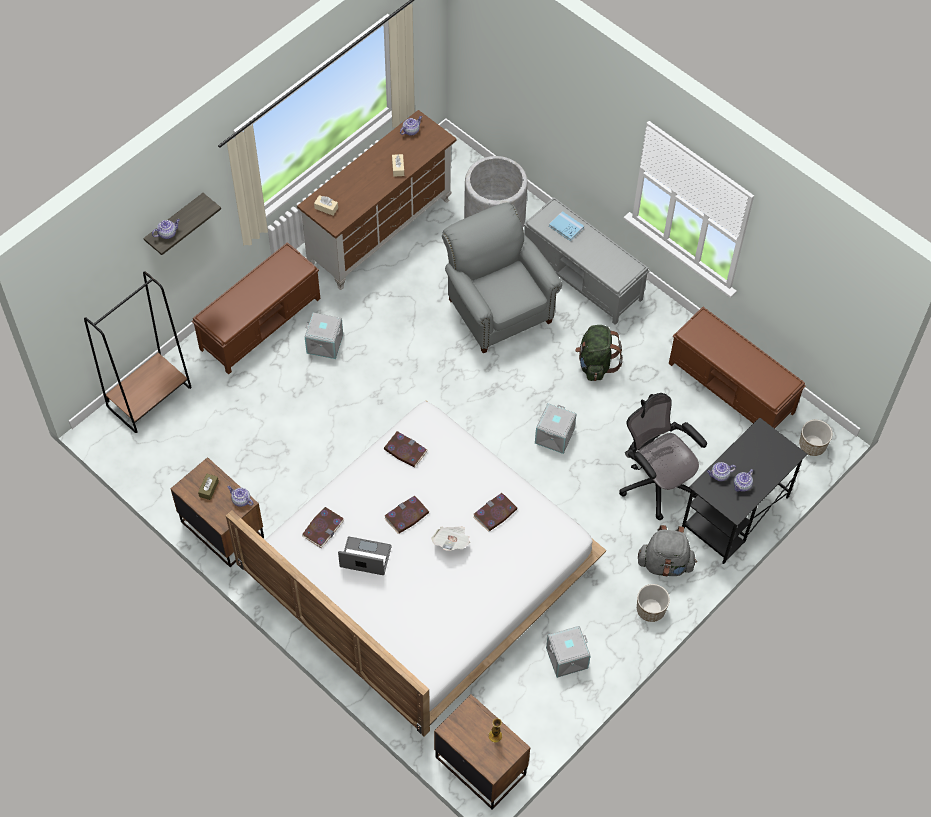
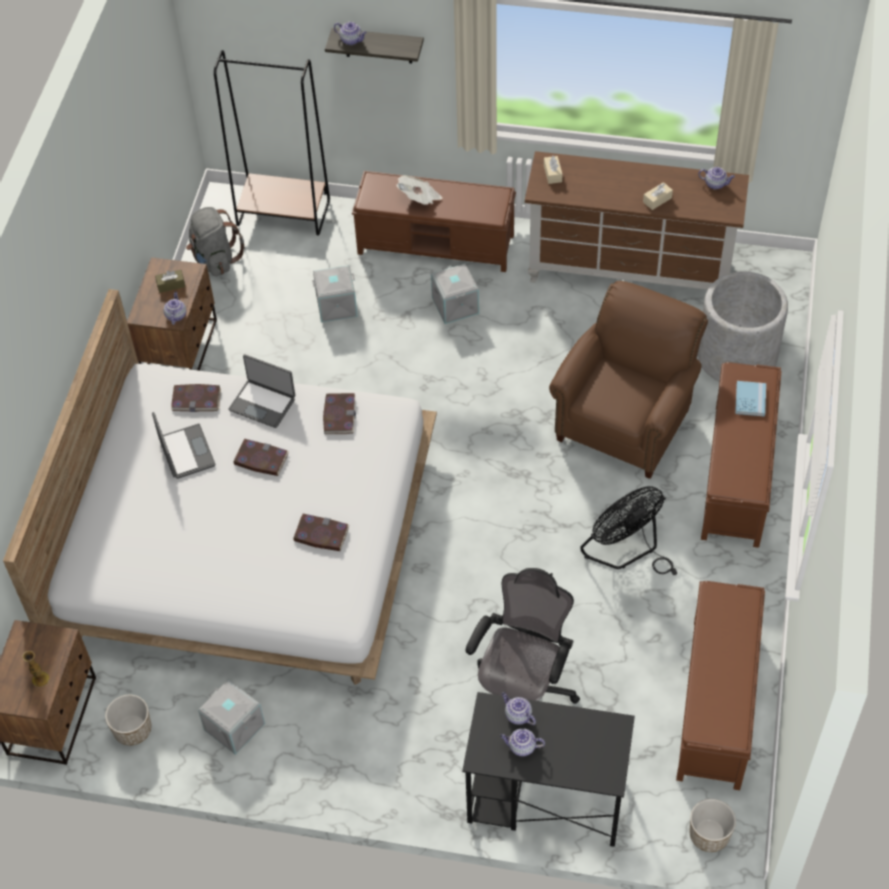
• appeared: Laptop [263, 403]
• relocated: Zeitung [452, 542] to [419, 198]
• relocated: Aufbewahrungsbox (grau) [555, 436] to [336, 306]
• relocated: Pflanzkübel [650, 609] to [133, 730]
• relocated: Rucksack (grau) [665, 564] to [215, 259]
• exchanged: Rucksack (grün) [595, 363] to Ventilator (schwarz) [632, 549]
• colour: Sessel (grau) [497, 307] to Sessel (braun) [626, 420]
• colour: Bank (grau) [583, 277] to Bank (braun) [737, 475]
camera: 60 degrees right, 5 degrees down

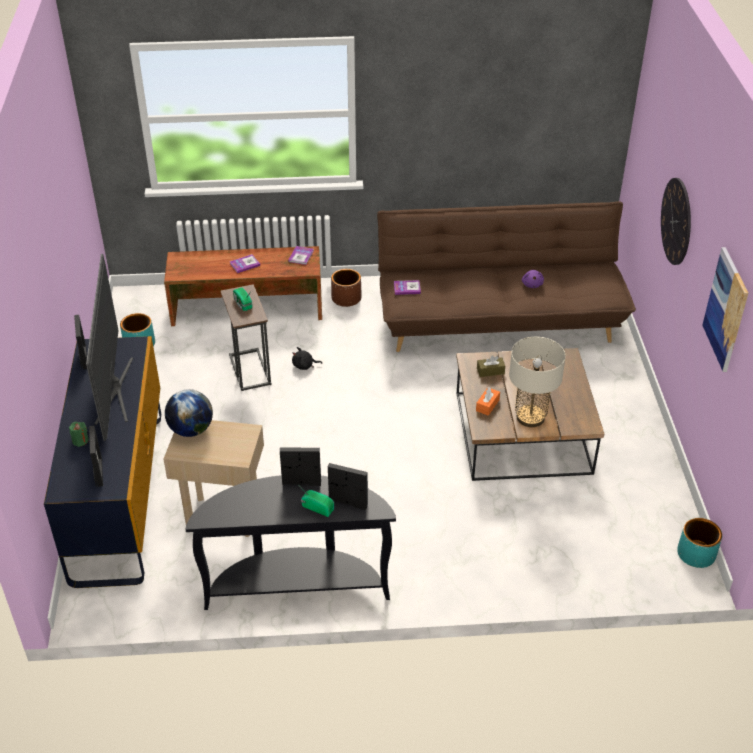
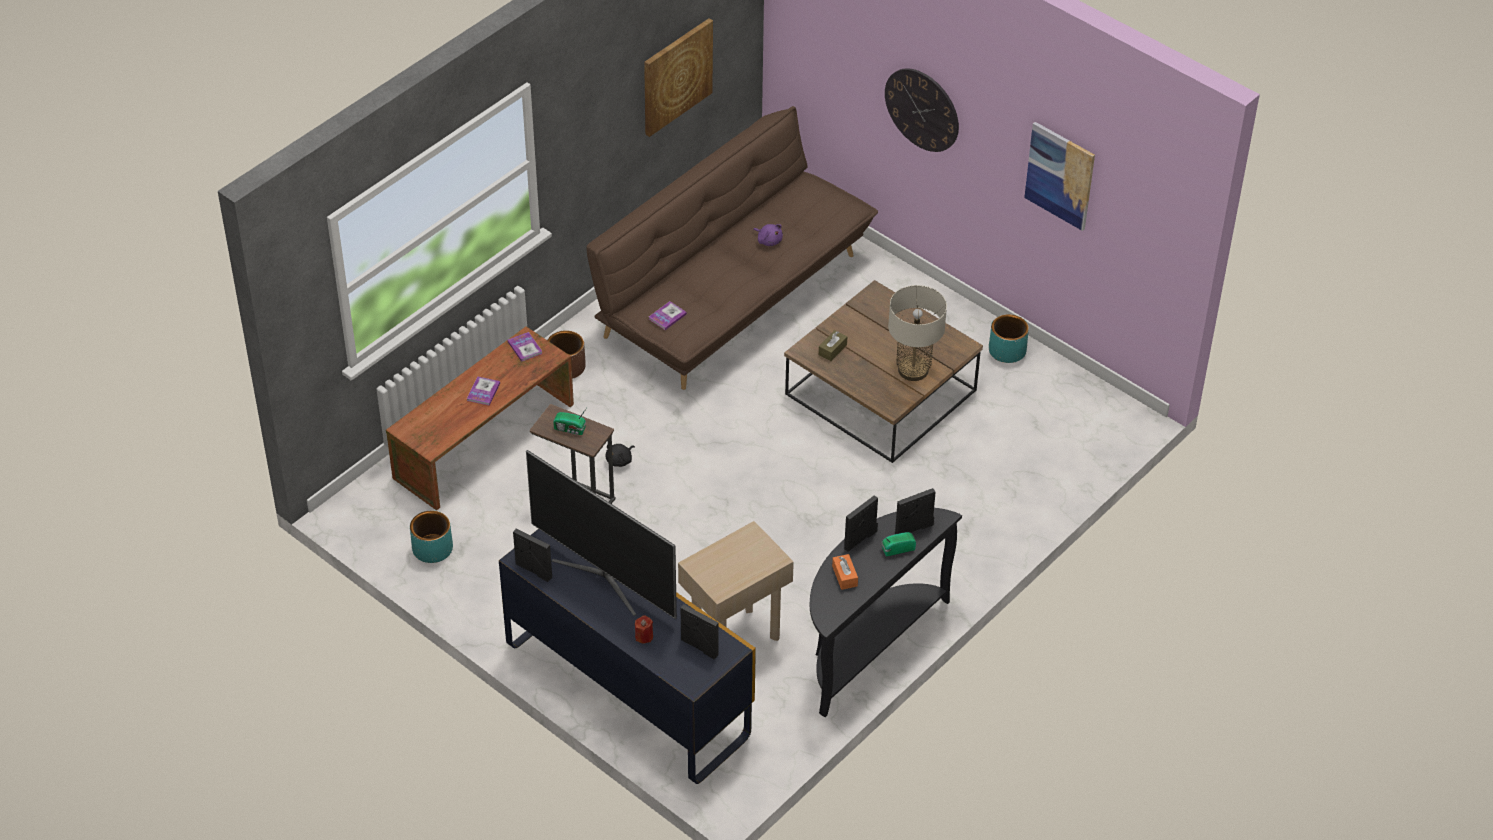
• missing: Globus [191, 430]
• appeared: Bild [676, 76]
• relocated: Taschentuchbox (orange) [487, 405] to [844, 576]
• relocated: Pflanzkübel (türkis) [696, 554] to [1007, 351]
• colour: Kerze (grün) [80, 441] to Kerze (rot) [644, 636]
camera: 45 degrees left, 5 degrees up

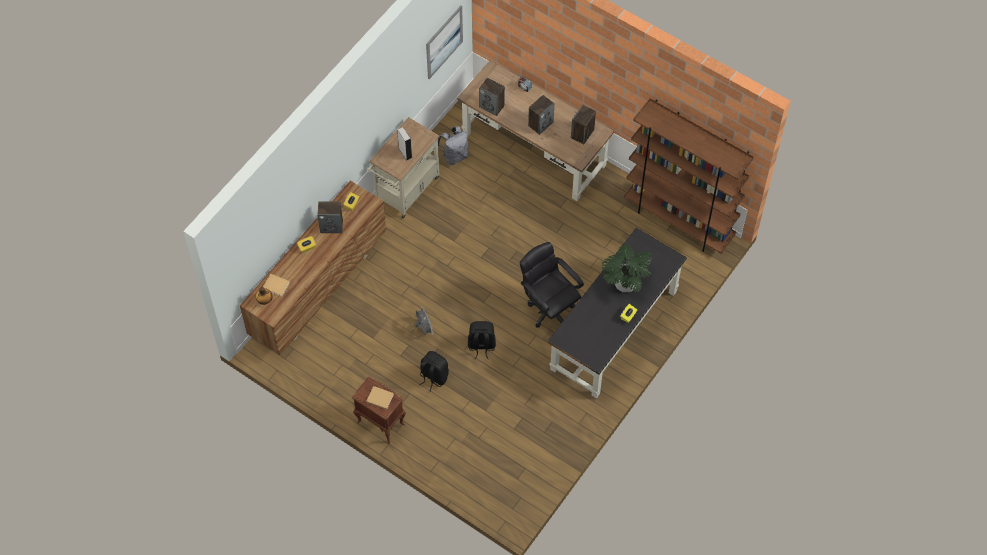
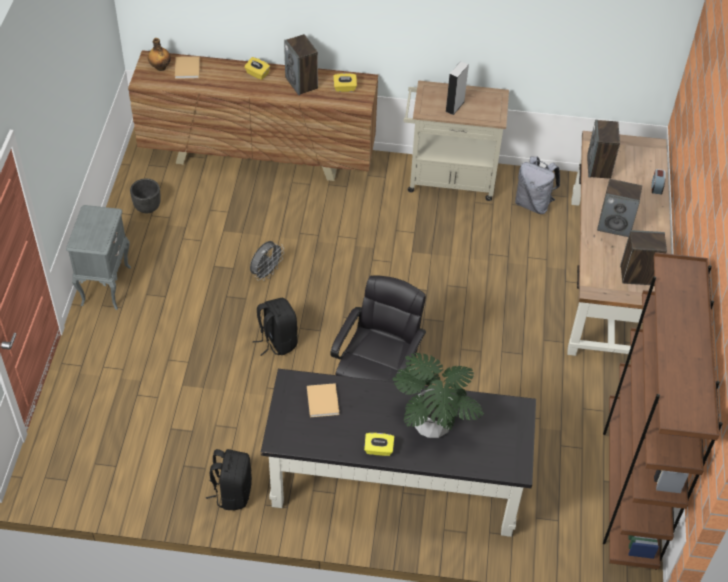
• missing: Bild [444, 42]
• appeared: Pflanzkübel (schwarz) [147, 207]
• relocated: Buch (beige) [379, 398] to [322, 400]
• relocated: Rucksack (schwarz) [433, 377] to [232, 492]
• colour: Nachttisch (braun) [380, 423] to Nachttisch (grau) [106, 285]
camera: 60 degrees right, 10 degrees down

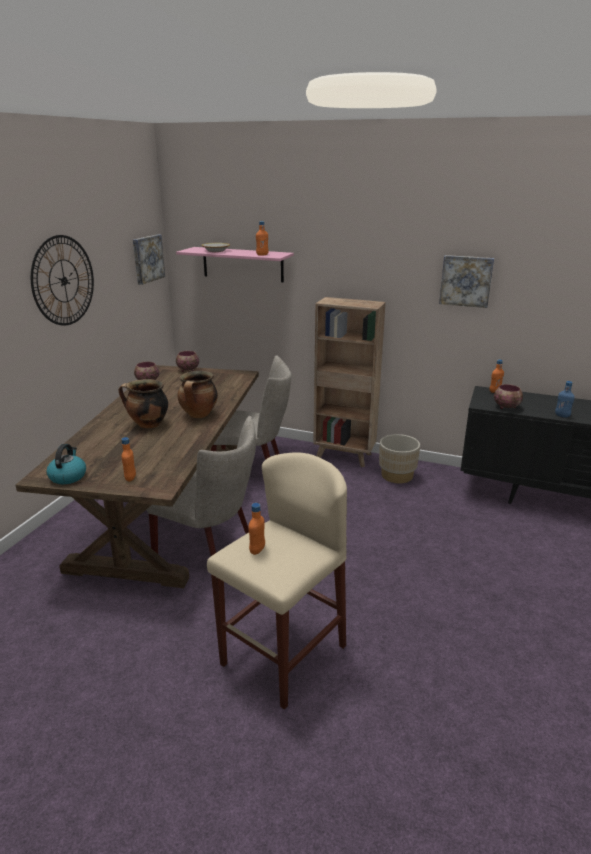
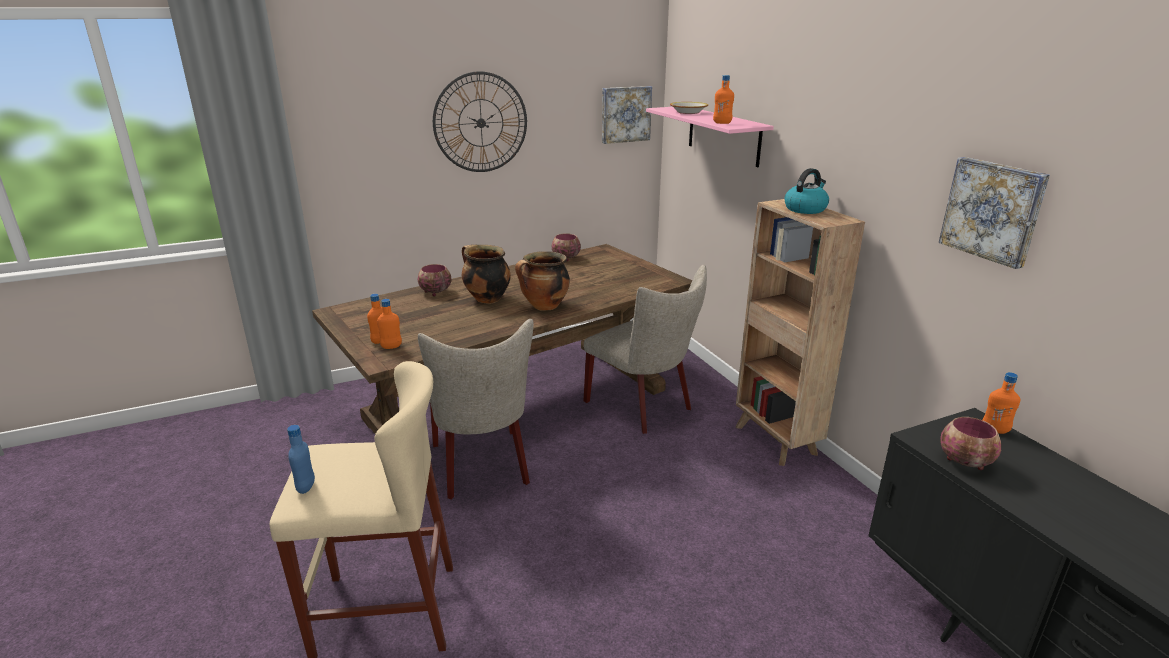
• missing: Pflanzkübel (beige) [397, 475]
• relocated: Wasserkessel [68, 476] to [805, 209]
• relocated: Schüssel [187, 370] to [434, 292]
• relocated: Flasche (orange) [257, 550] to [391, 347]
• relocated: Flasche (blau) [562, 416] to [306, 487]
camera: 45 degrees right, 0 degrees up

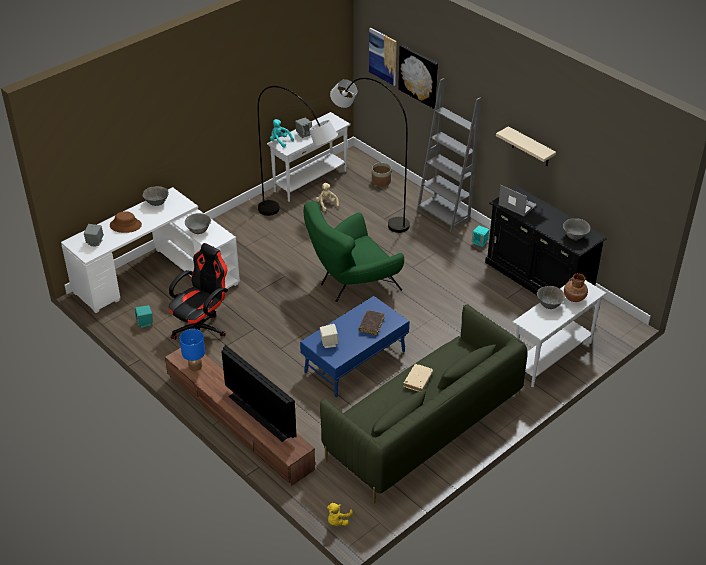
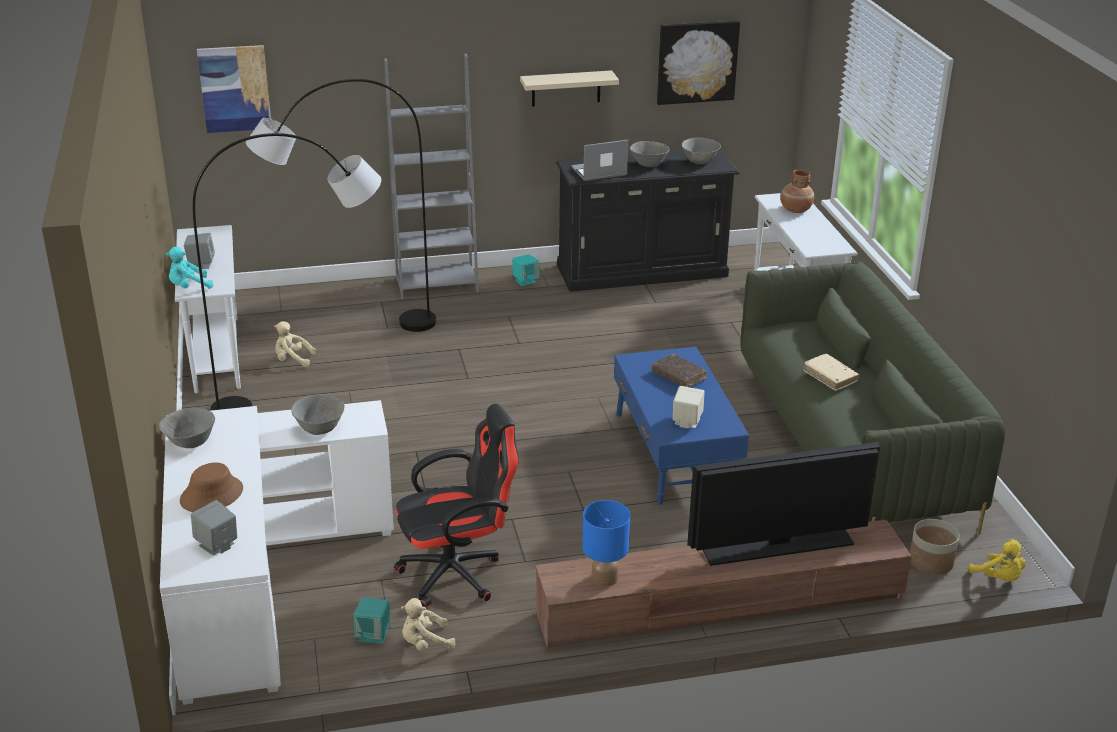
• missing: Sessel (grün) [352, 284]
• appeared: Plüschtier (beige) [425, 643]
• relocated: Pflanzkübel [381, 181] to [930, 561]
• relocated: Bild [418, 76] to [697, 62]
• relocated: Schüssel (grau) [549, 305] to [648, 165]
• spun: Bürostuhl (schwarz) [202, 329] = [459, 574] 90 degrees clockwise
camera: 60 degrees left, 10 degrees down

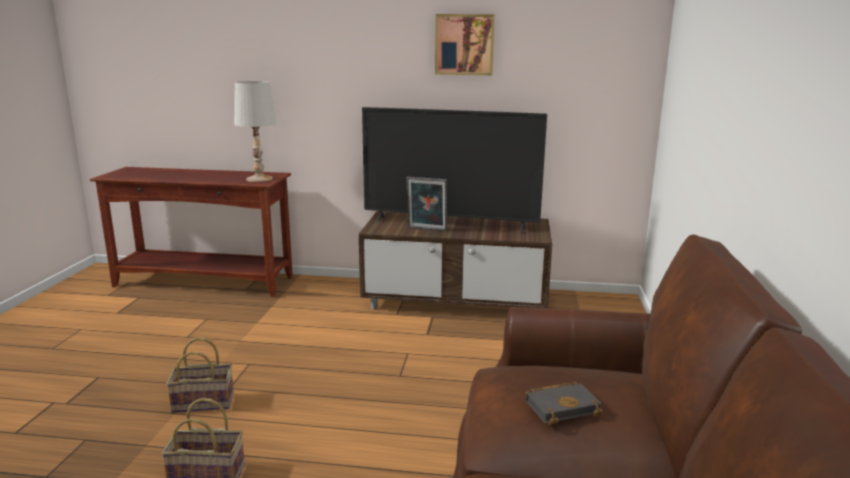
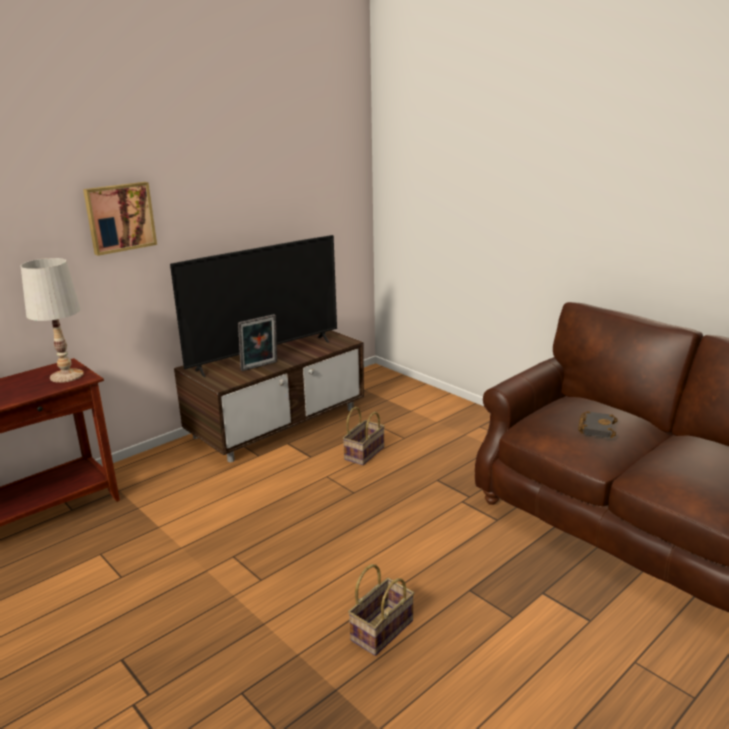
• relocated: Korb [205, 402] to [364, 452]
• relocated: Bild [464, 44] to [120, 217]
camera: 50 degrees left, 5 degrees up

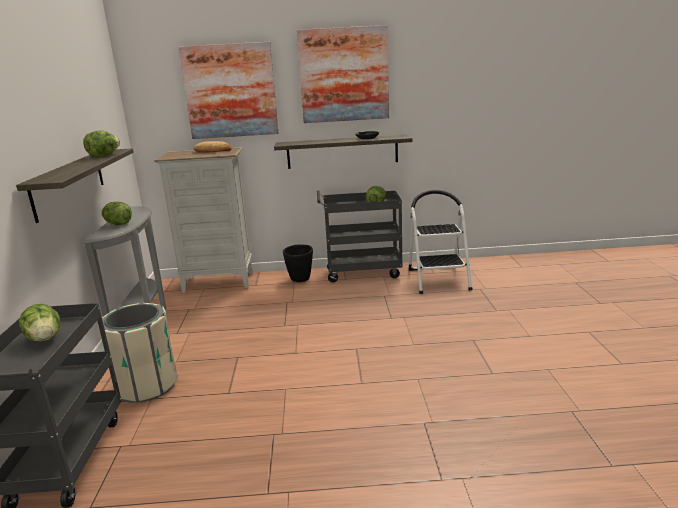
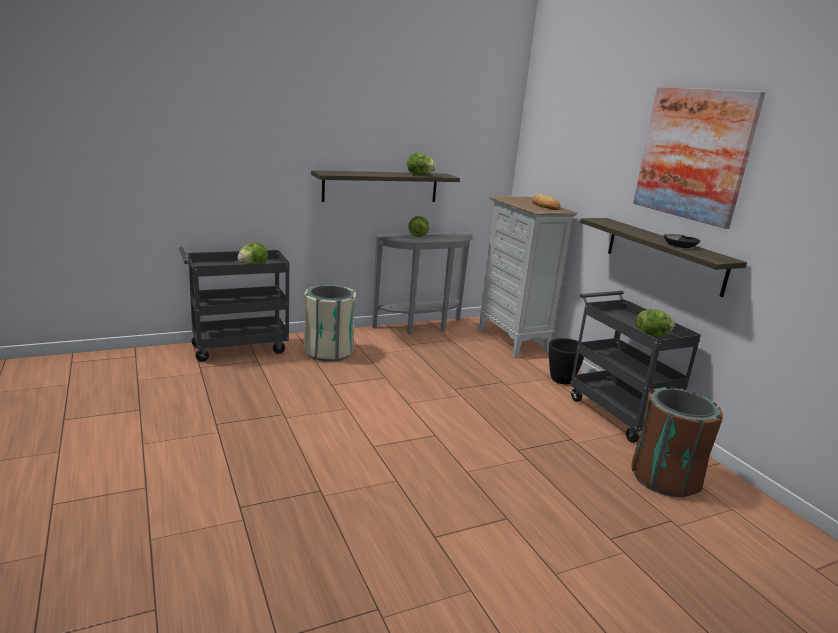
• missing: Bild [230, 91]
• exchanged: Trittleiter [438, 279] to Mülleimer (braun) [665, 478]
camera: 65 degrees right, 0 degrees up

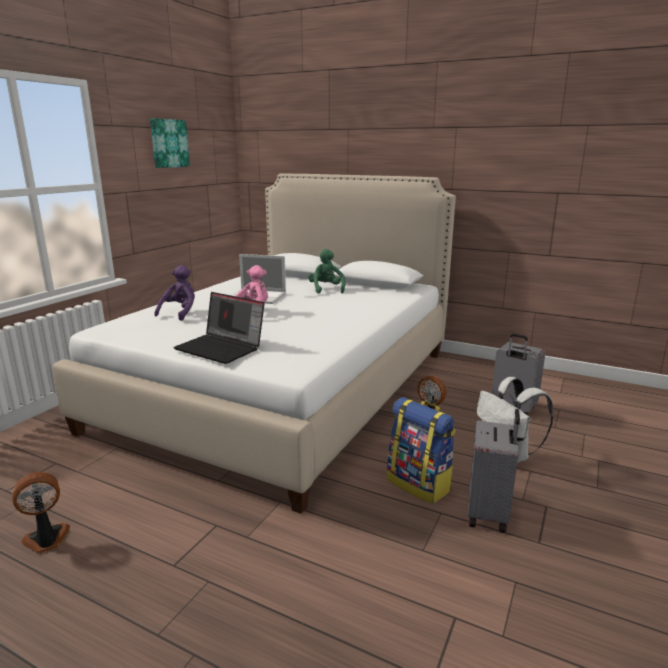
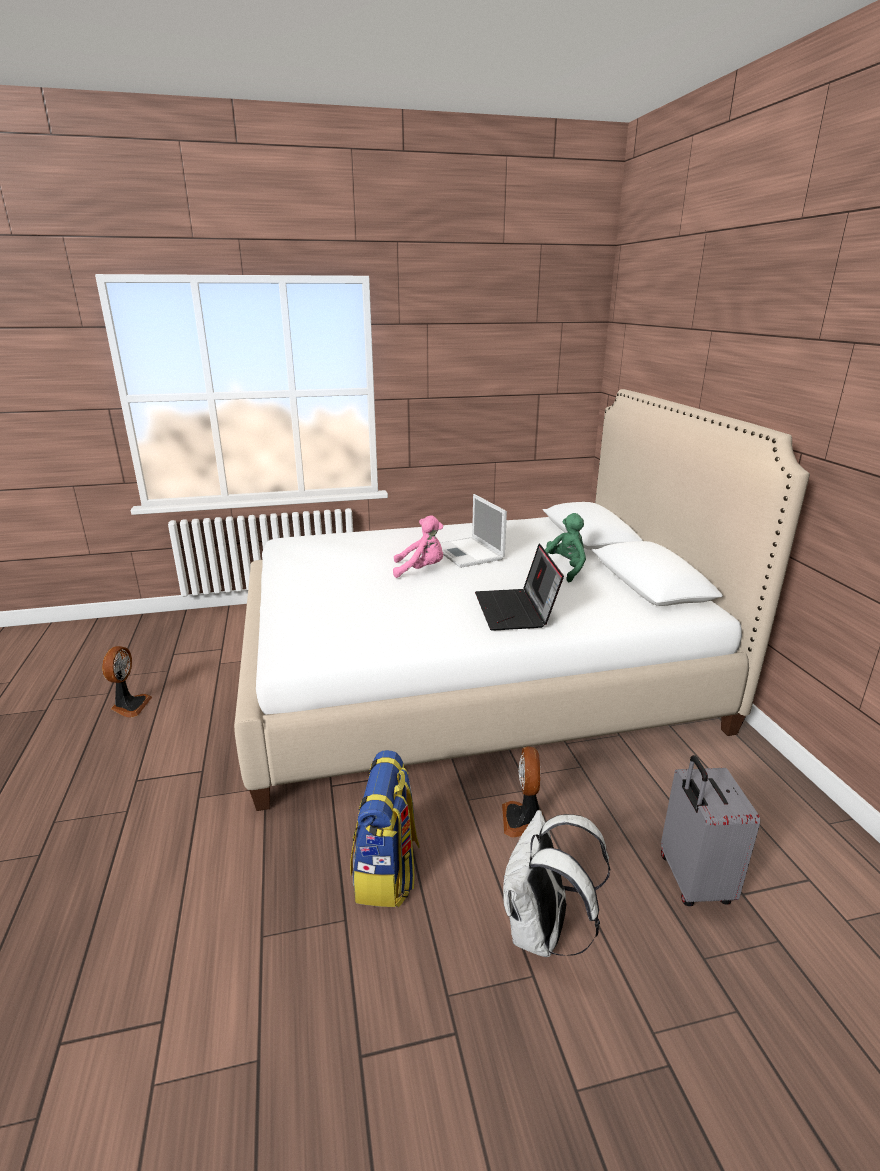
• missing: Bild [168, 143]
• missing: Plüschtier (lila) [180, 313]
• missing: Koffer (grau) [489, 514]
• relocated: Laptop [222, 348] to [516, 611]
• spun: Ventilator [47, 540] = [129, 706] 75 degrees clockwise
camera: 50 degrees right, 5 degrees up

